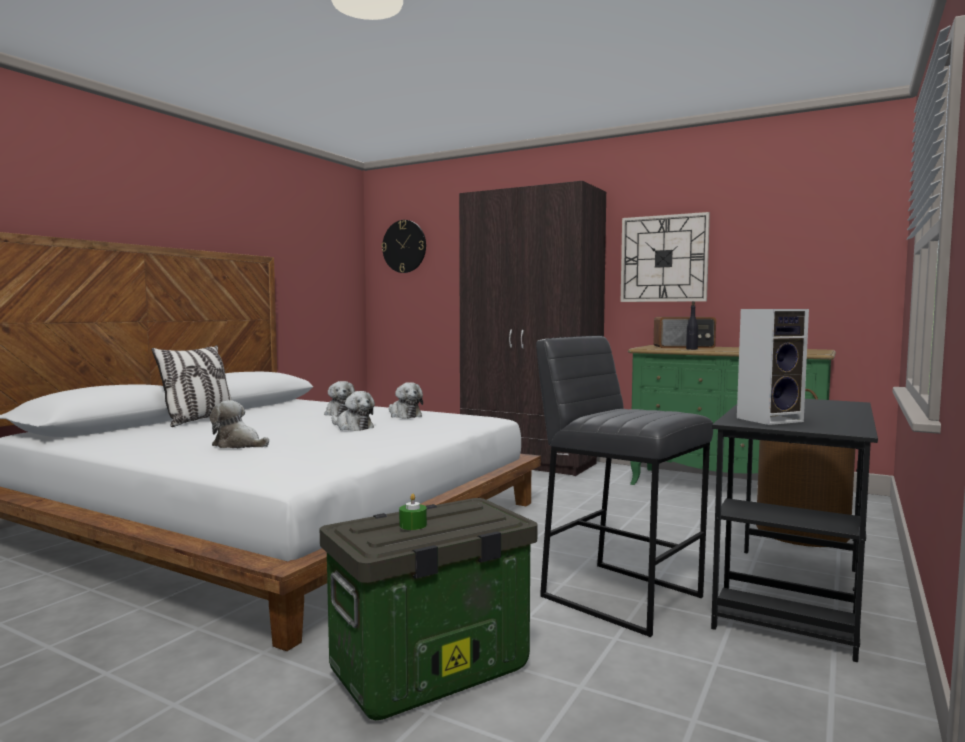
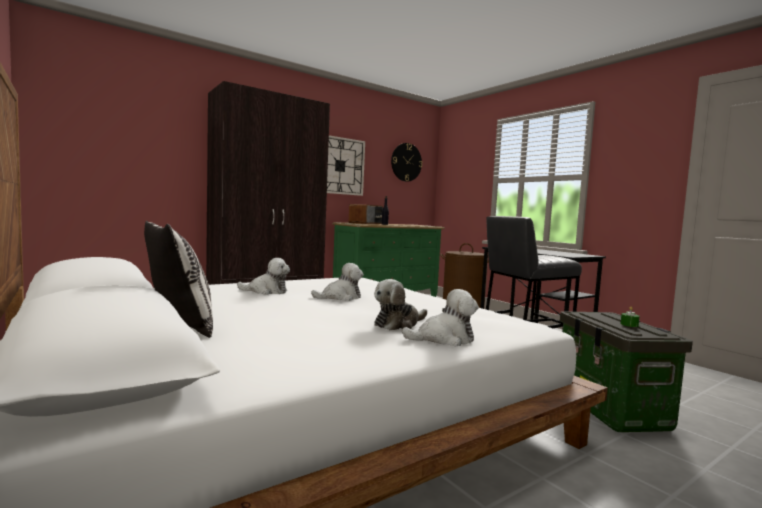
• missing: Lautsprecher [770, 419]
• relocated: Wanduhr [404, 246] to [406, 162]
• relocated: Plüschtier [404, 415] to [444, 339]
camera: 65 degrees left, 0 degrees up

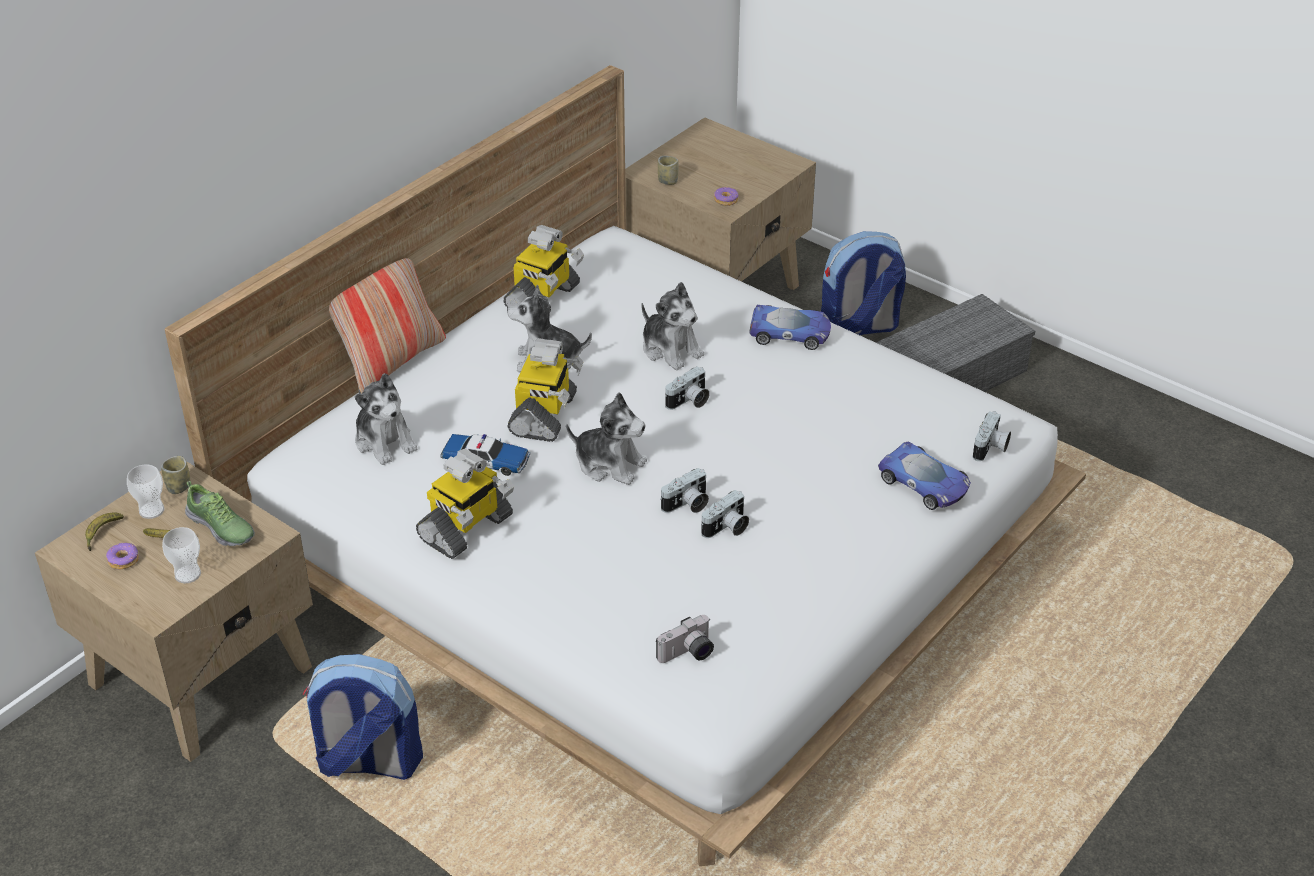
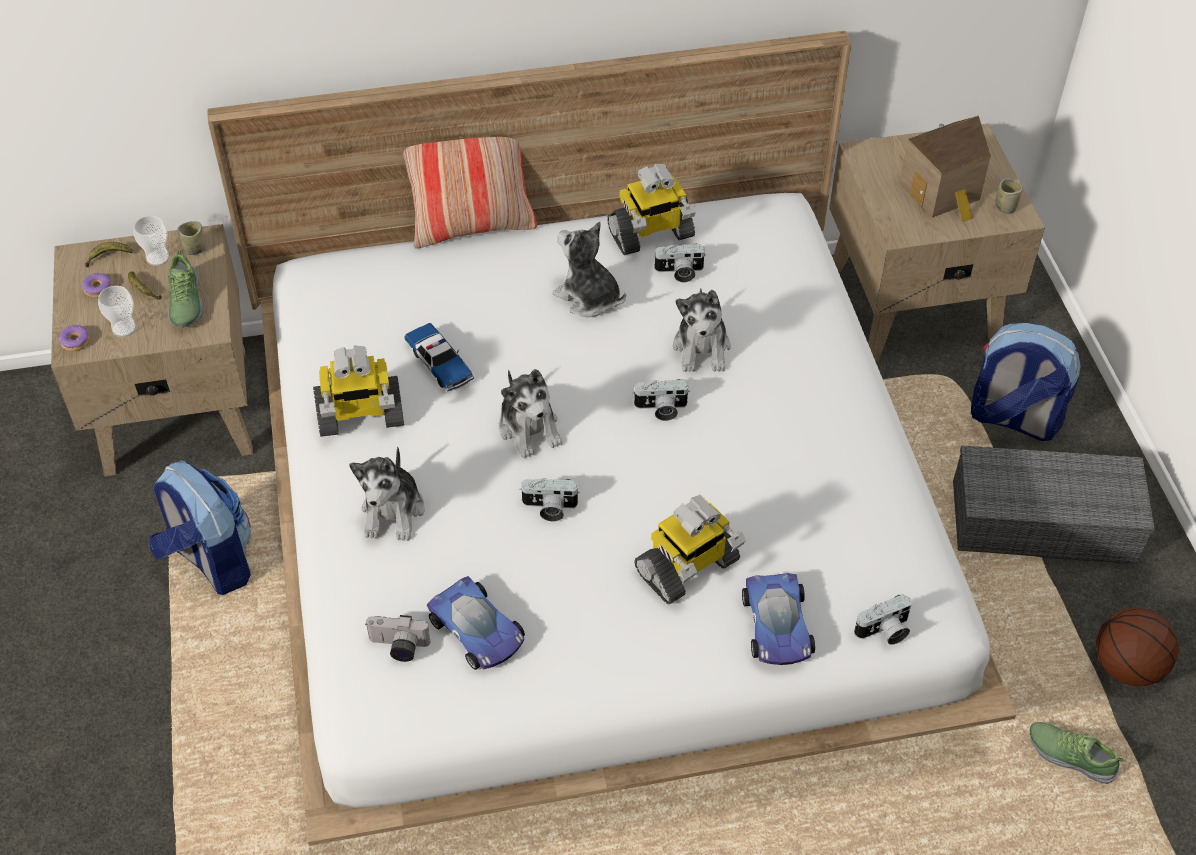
• appeared: Spielzeughaus [942, 193]
• appeared: Schuh [1070, 755]
• appeared: Basketball [1128, 667]
• relocated: Plüschtier [385, 441] to [393, 511]
• relocated: Spielzeugroboter [545, 415] to [687, 568]
• relocated: Tasse [668, 181] to [1005, 207]
• relocated: Kamera [727, 528] to [679, 272]
• relocated: Donut [726, 200] to [76, 342]
• relocated: Spielzeugauto [790, 333] to [477, 631]
camera: 40 degrees right, 10 degrees up

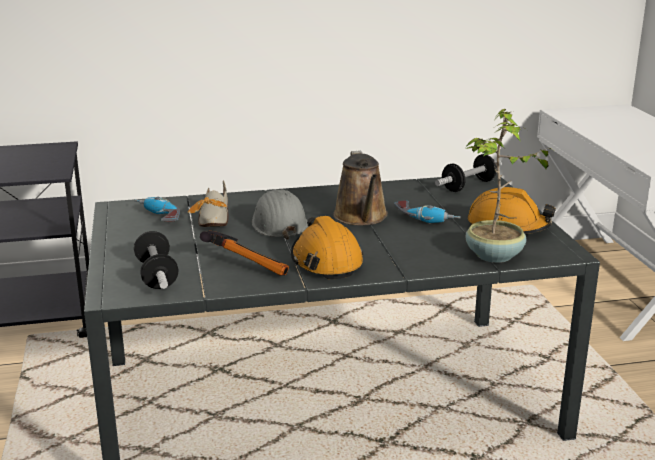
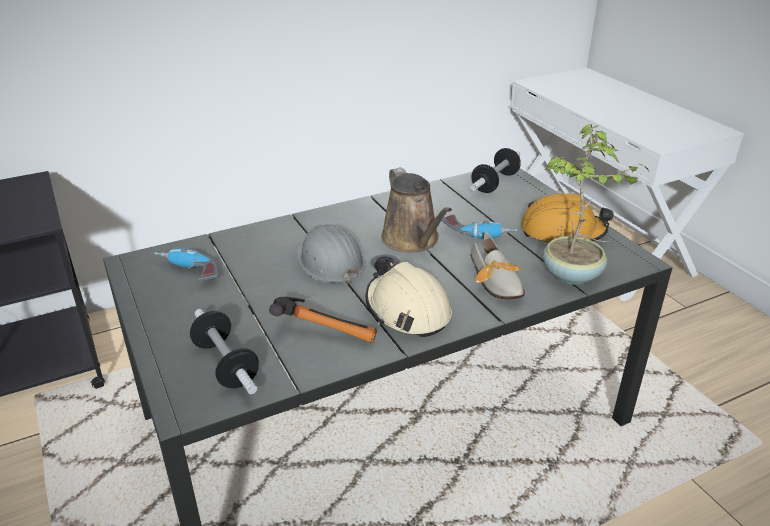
• relocated: Schuh [214, 219] to [497, 282]
• colour: Schutzhelm (orange) [326, 261] to Schutzhelm (beige) [407, 310]
camera: 15 degrees left, 10 degrees up

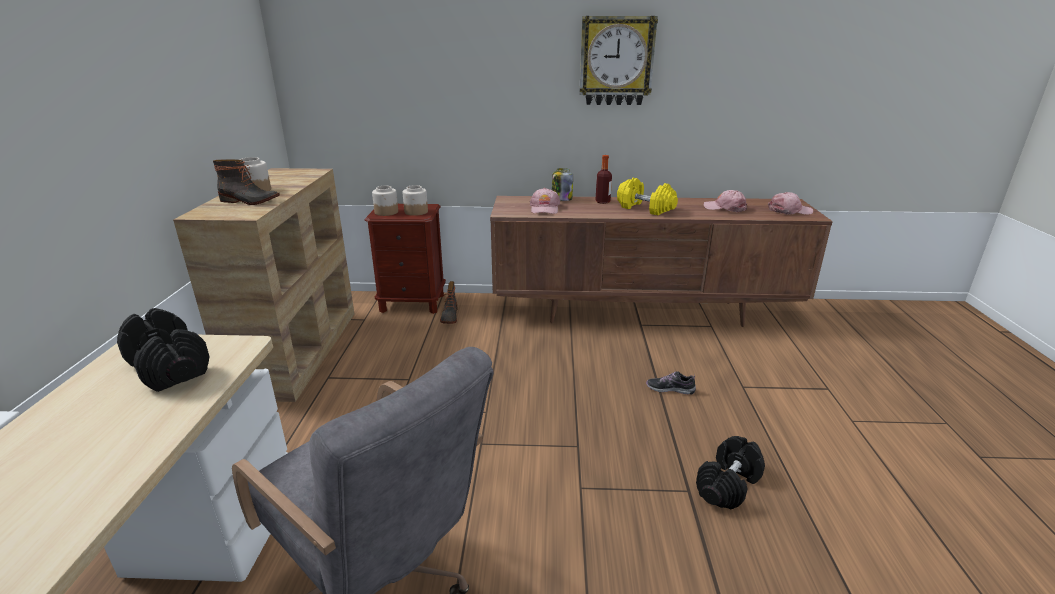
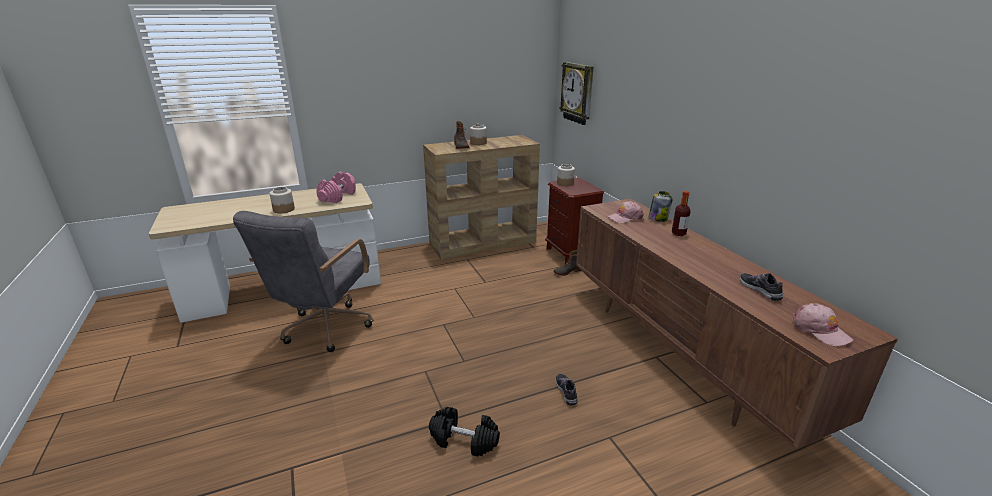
• missing: Hantel (gelb) [645, 208]
• relocated: Vorratsglas [416, 212] to [284, 209]
• relocated: Wanduhr [616, 61] to [578, 93]
• exchanged: Kappe (rosa) [725, 208] to Schuh [760, 290]
• colour: Hantel (schwarz) [170, 367] to Hantel (rosa) [338, 197]
camera: 65 degrees right, 0 degrees up

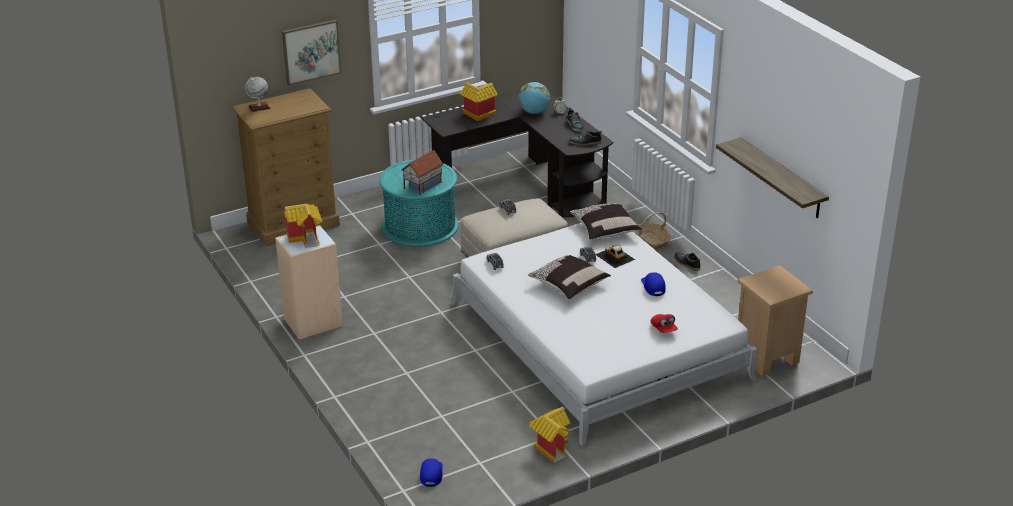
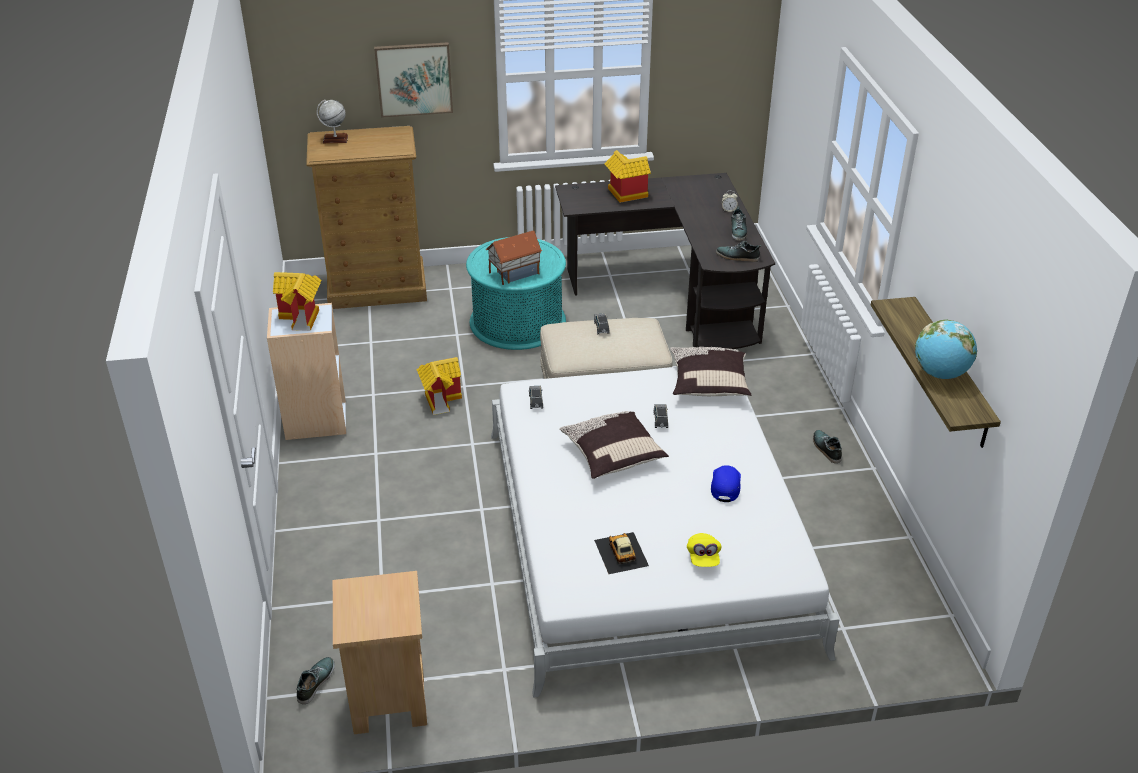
• missing: Korb [650, 241]
• relocated: Globus [534, 112] to [940, 373]
• relocated: Spielzeughaus [550, 447] to [441, 399]
• relocated: Spielzeugauto [615, 257] to [621, 553]
• relocated: Nachttisch (beige) [765, 357] to [388, 699]
• exchanged: Kappe (blau) [431, 474] to Schuh [315, 682]
• colour: Kappe (rot) [663, 329] to Kappe (gelb) [703, 557]
camera: 20 degrees right, 5 degrees up

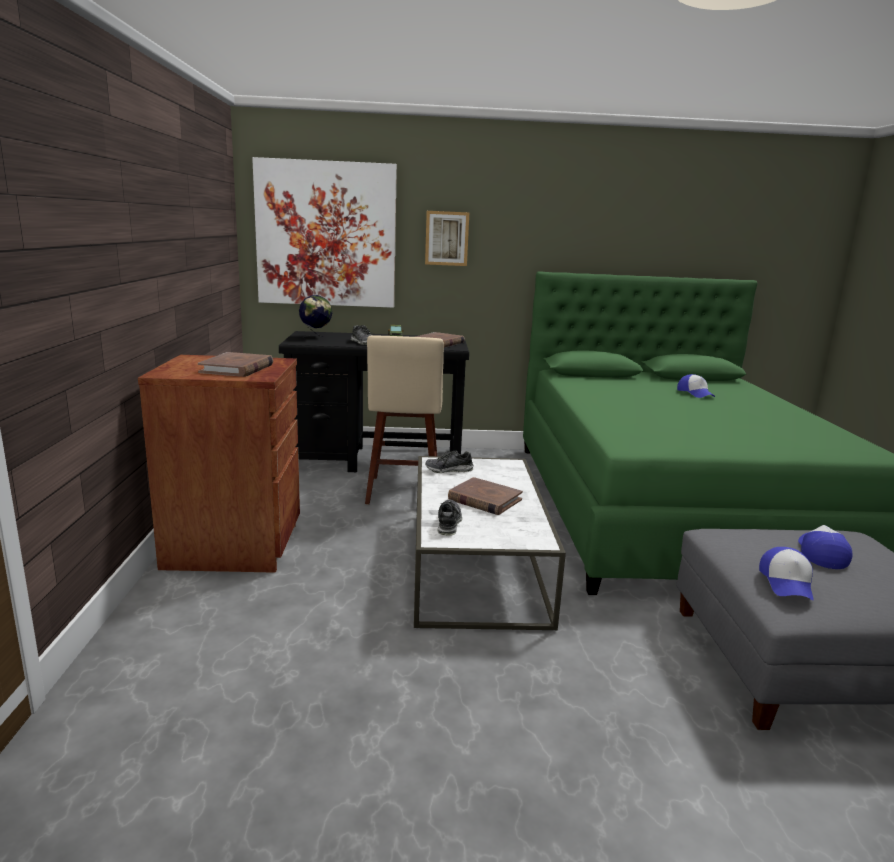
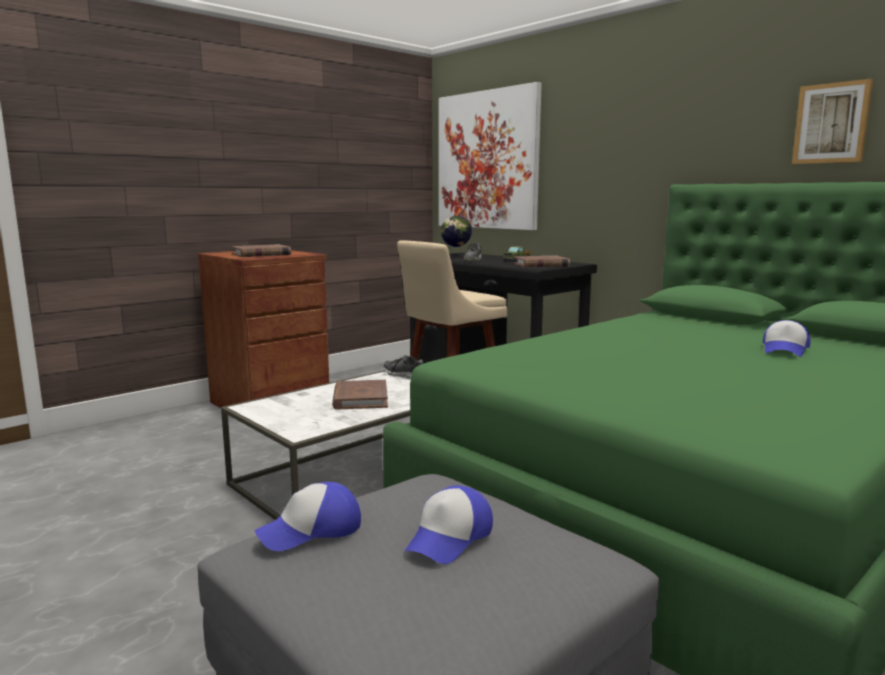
• missing: Schuh [448, 523]
• relocated: Bild [446, 238] to [831, 123]
• spun: Kappe [821, 553] = [450, 538] 150 degrees clockwise
camera: 50 degrees right, 5 degrees down

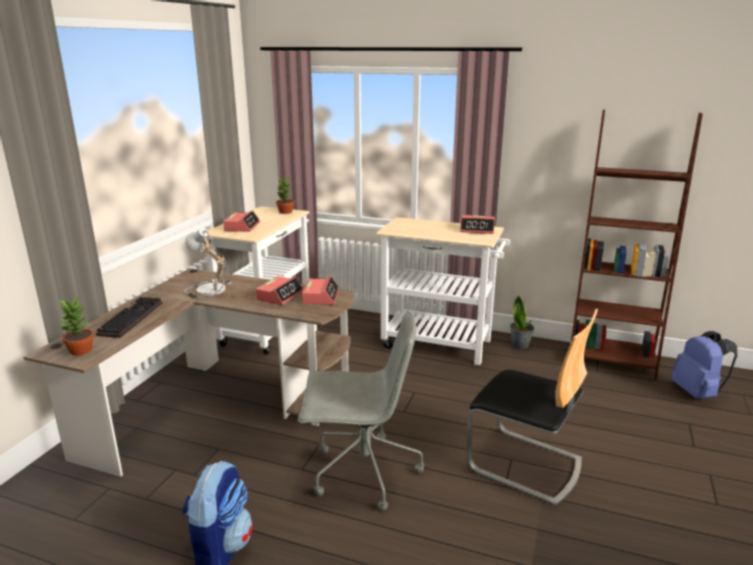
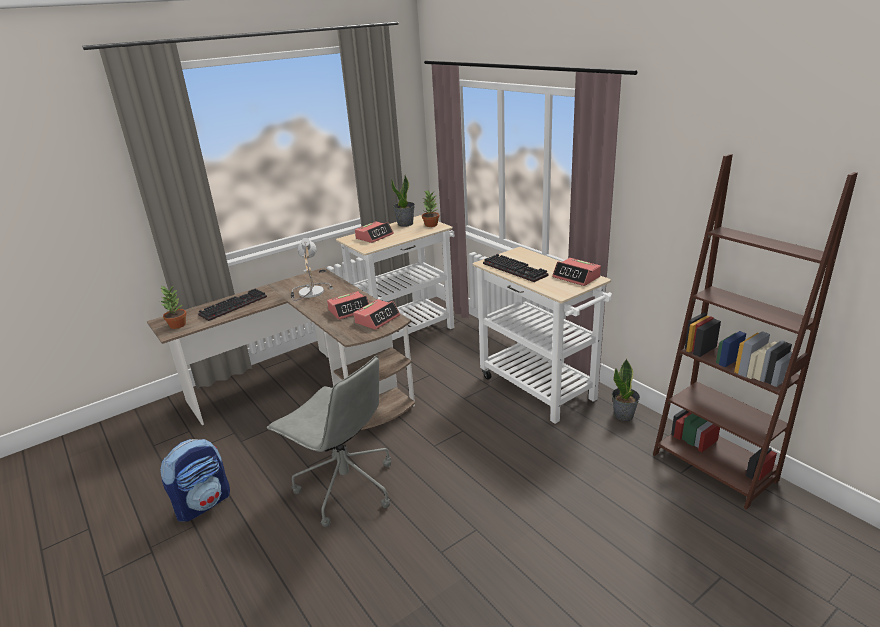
• missing: Stuhl [525, 464]
• missing: Rucksack (blau) [697, 393]
• appeared: Topfpflanze [405, 224]
• appeared: Tastatur [516, 269]
camera: 35 degrees right, 5 degrees up

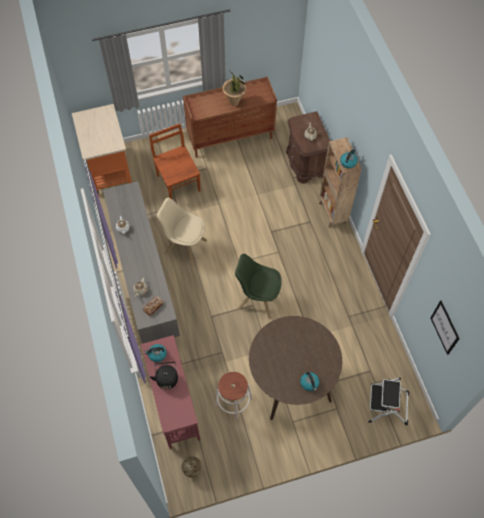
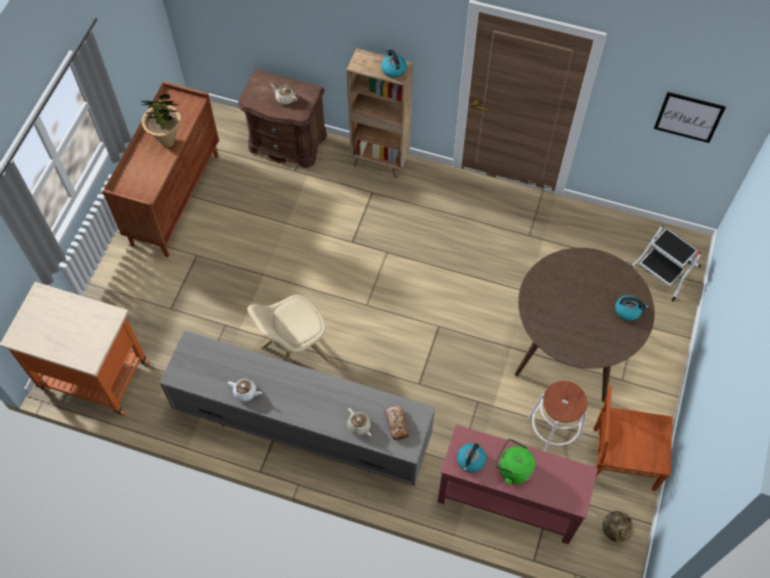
• missing: Stuhl (grün) [258, 299]
• relocated: Stuhl (braun) [178, 182] to [621, 458]
• colour: Wasserkessel (schwarz) [166, 378] to Wasserkessel (grün) [512, 468]
camera: 55 degrees left, 0 degrees up

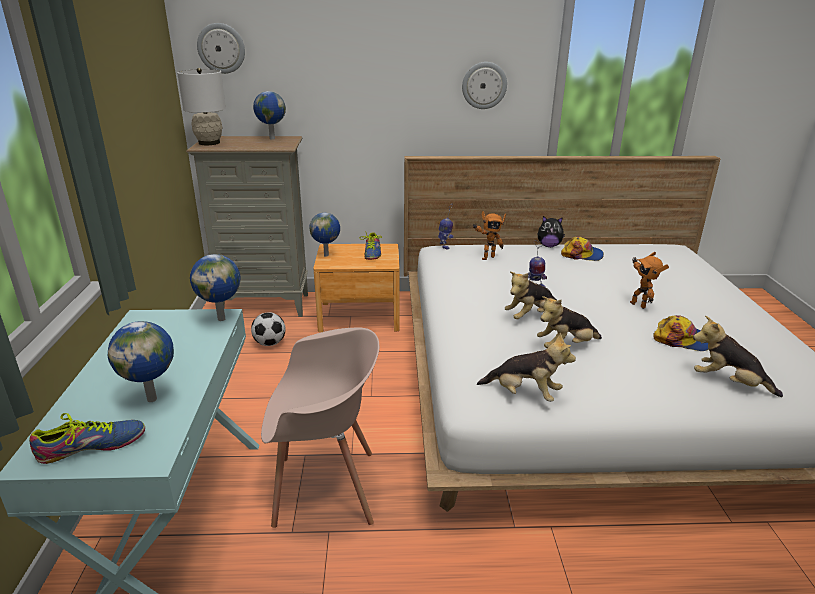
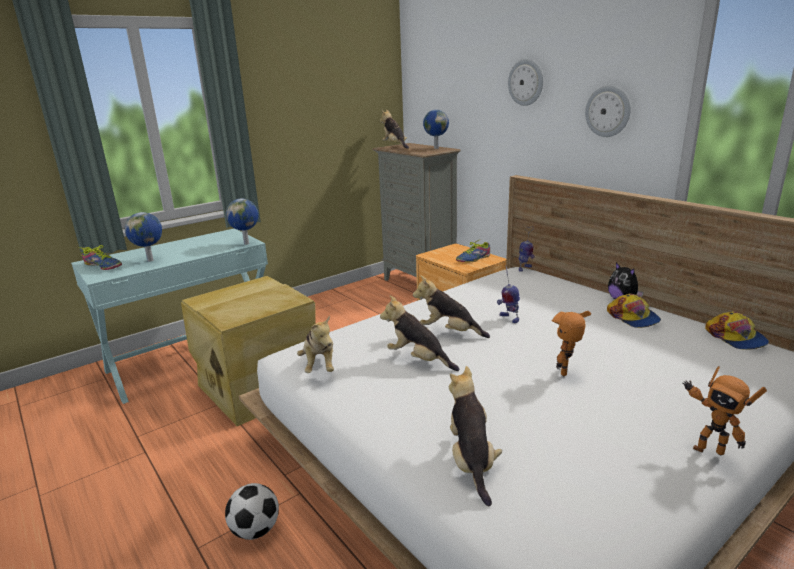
• missing: Globus [327, 255]
• relocated: Wanduhr [221, 48] to [526, 82]
• relocated: Fußball [269, 343] to [255, 530]
• relocated: Spielzeugroboter [487, 257] to [708, 449]
• relocated: Kappe [682, 340] to [736, 338]
• exchanged: Tischlampe (weiß) [209, 143] to Plüschtier [395, 146]
• exchanged: Stuhl (beige) [327, 489] to Aufbewahrungsbox (beige) [258, 386]
camera: 55 degrees right, 5 degrees down

